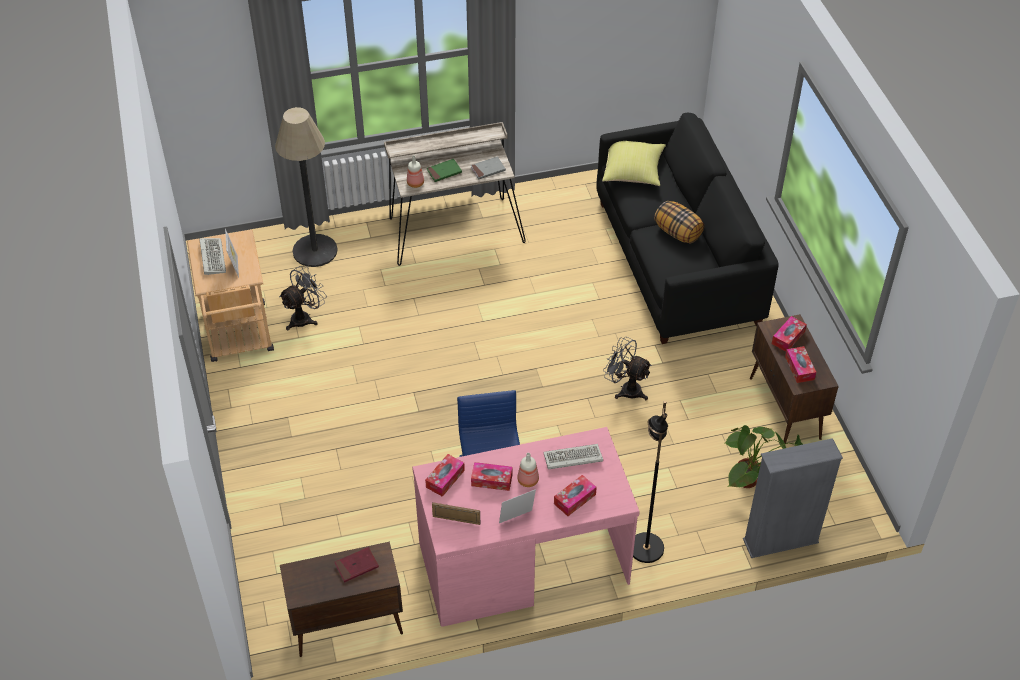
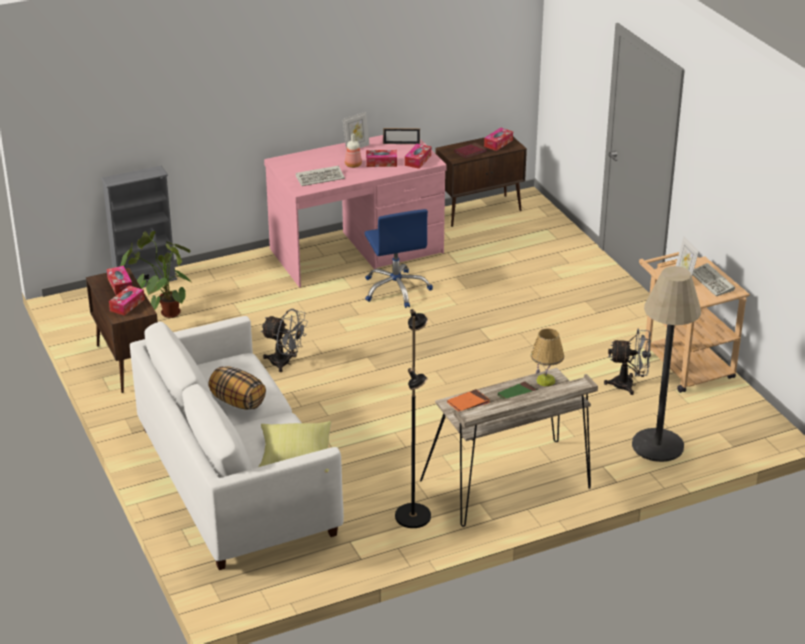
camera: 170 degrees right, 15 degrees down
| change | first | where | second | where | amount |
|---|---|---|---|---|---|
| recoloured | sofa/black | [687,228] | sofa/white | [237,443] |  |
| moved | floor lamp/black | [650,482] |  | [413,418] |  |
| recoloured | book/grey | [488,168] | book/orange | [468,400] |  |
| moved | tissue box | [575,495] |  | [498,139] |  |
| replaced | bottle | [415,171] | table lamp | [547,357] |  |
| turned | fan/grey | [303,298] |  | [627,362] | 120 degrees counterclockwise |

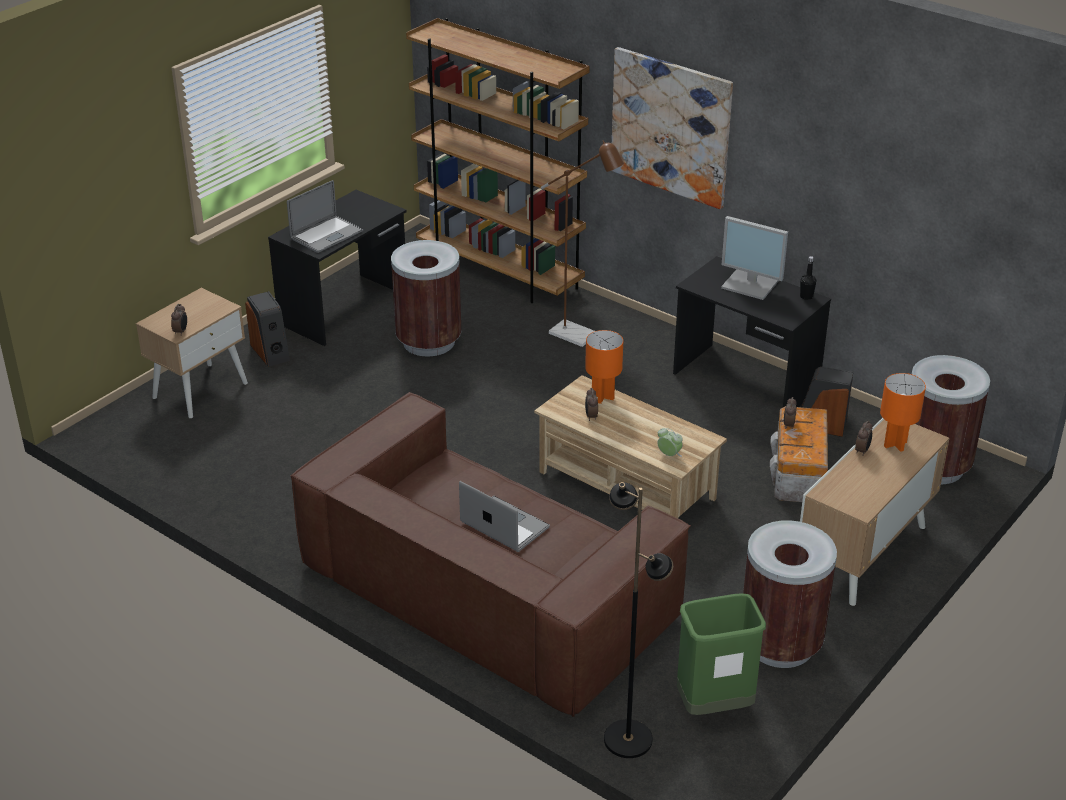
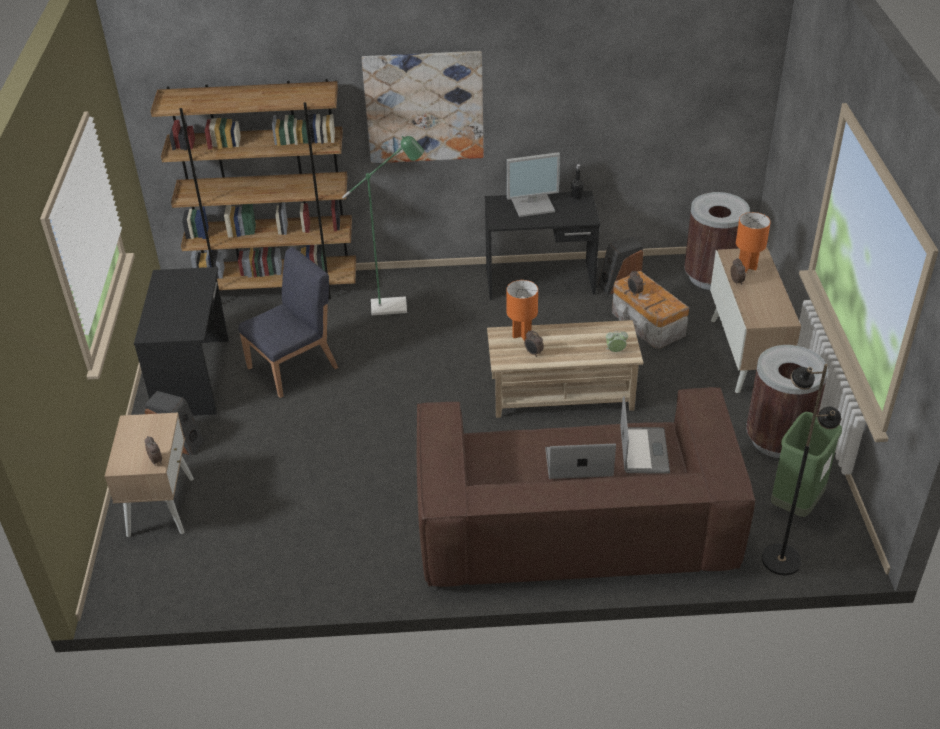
camera: 40 degrees left, 5 degrees up
| change | first | where | second | where | amount |
|---|---|---|---|---|---|
| replaced | trash can/brown | [426,298] | chair/blue | [288,322] |  |
| recoloured | floor lamp/brown | [582,243] | floor lamp/green | [383,225] |  |
| moved | laptop | [325,216] |  | [645,435] |  |

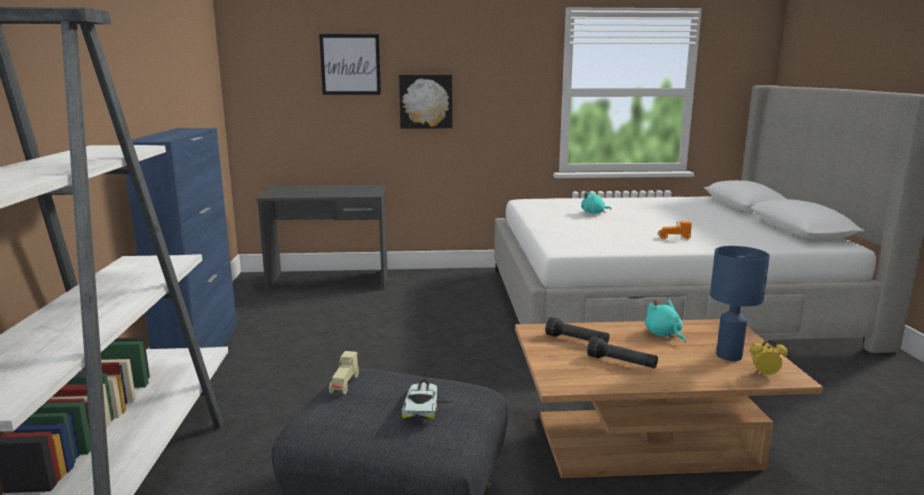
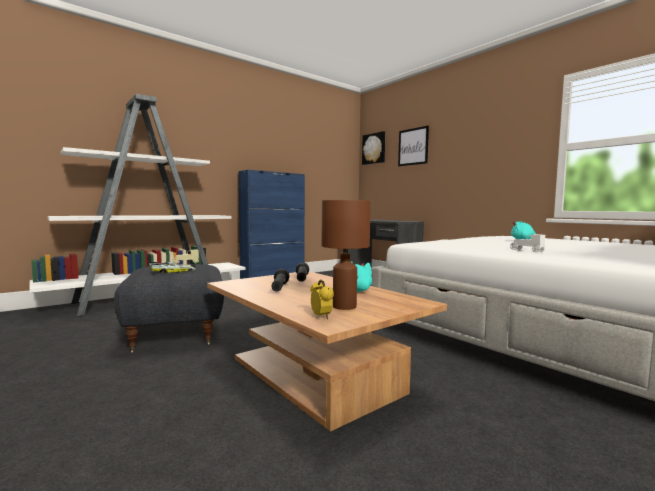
camera: 55 degrees right, 10 degrees down
| change | first | where | second | where | amount |
|---|---|---|---|---|---|
| recoloured | table lamp/blue | [740,303] | table lamp/brown | [346,255] |  |
| moved | picture | [425,102] |  | [373,148] |  |
| recoloured | toy car/orange | [675,230] | toy car/white | [527,243] |  |

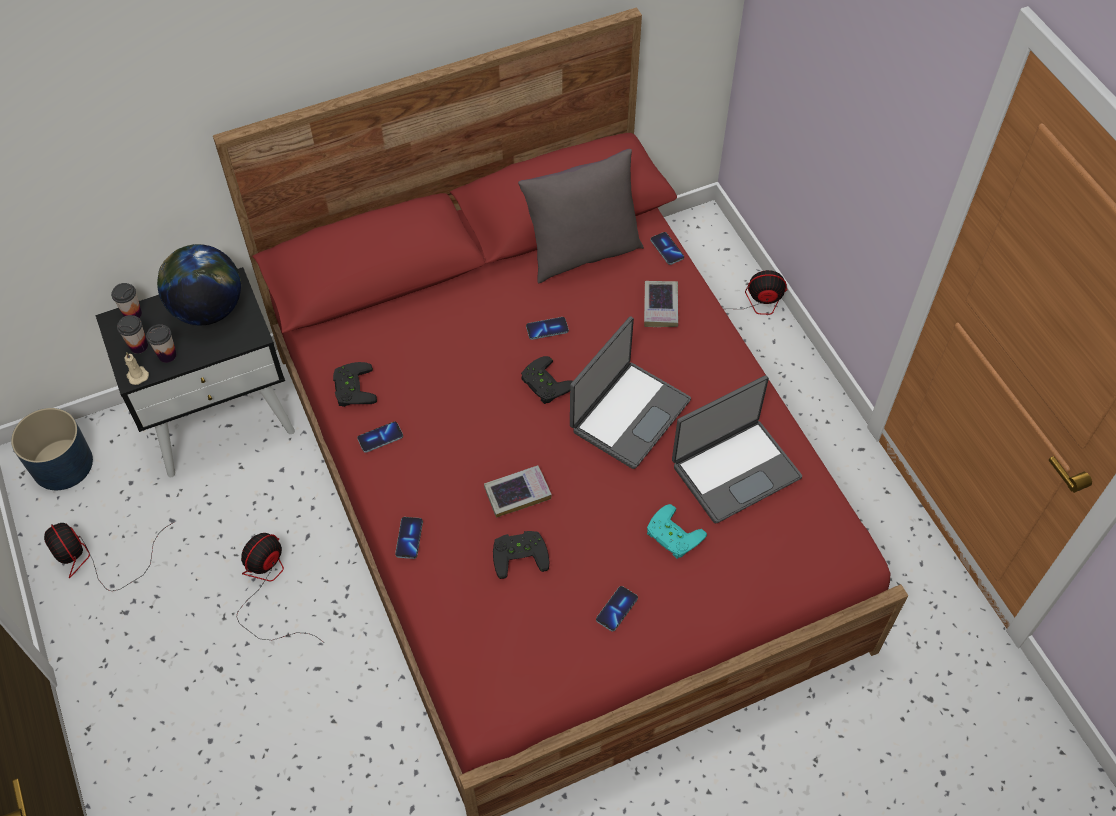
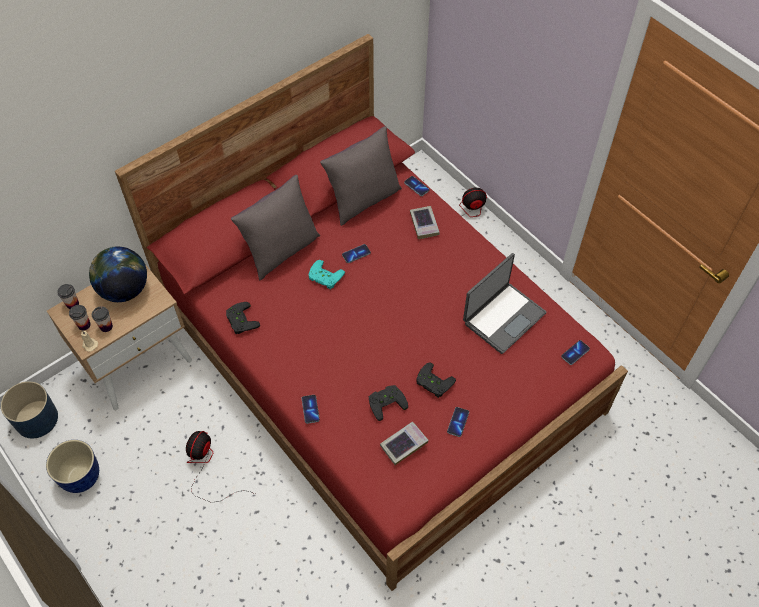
camera: 15 degrees left, 0 degrees up
| change | first | where | second | where | amount |
|---|---|---|---|---|---|
| replaced | fan | [109,556] | planter | [72,466] |  |
| recoloured | nightstand/black | [195,372] | nightstand/beige | [119,337] |  |
| added |  |  | pillow/grey | [275,228] |  |
| moved | game controller/turquoise | [677,531] |  | [326,274] |  |
| moved | book | [518,491] |  | [404,443] |  |
| moved | game controller/black | [547,380] |  | [436,380] |  |
| moved | phone | [380,437] |  | [575,352] |  |
| removed | laptop | [630,392] |  |  |  |

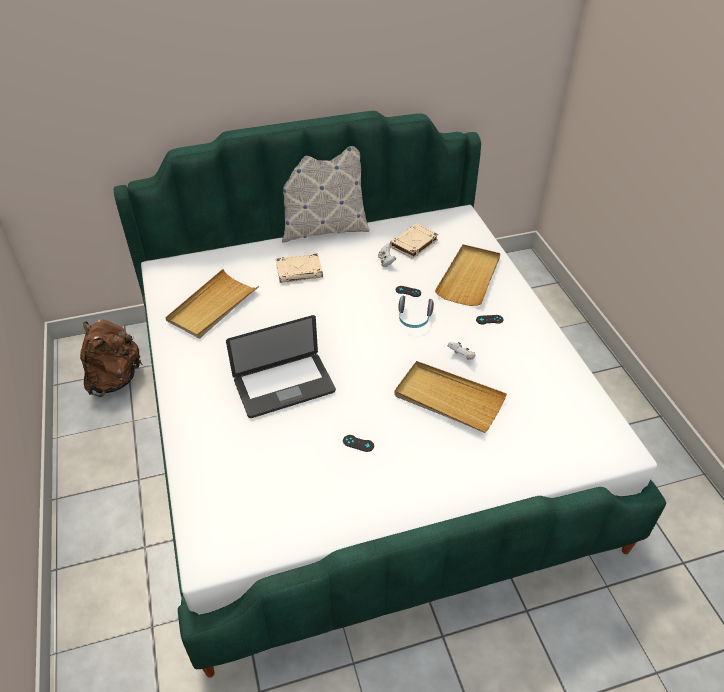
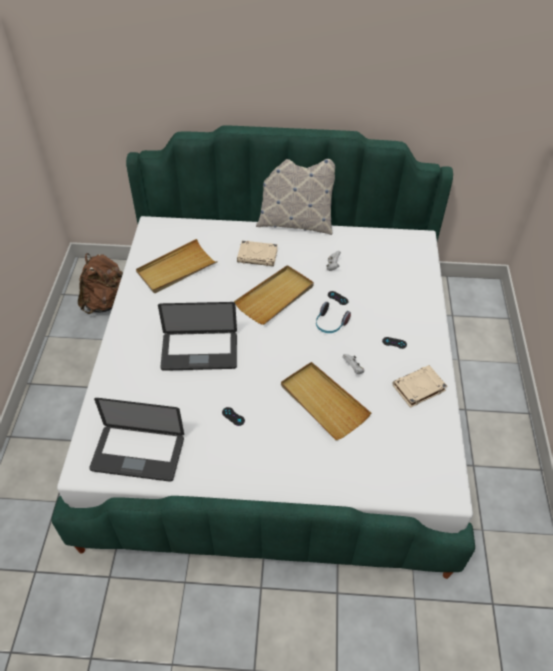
camera: 20 degrees right, 5 degrees up
| change | first | where | second | where | amount |
|---|---|---|---|---|---|
| added |  |  | laptop | [136,440] |  |
| moved | tray/beige | [467,275] |  | [274,295] |  |
| moved | book/beige | [414,241] |  | [419,386] |  |

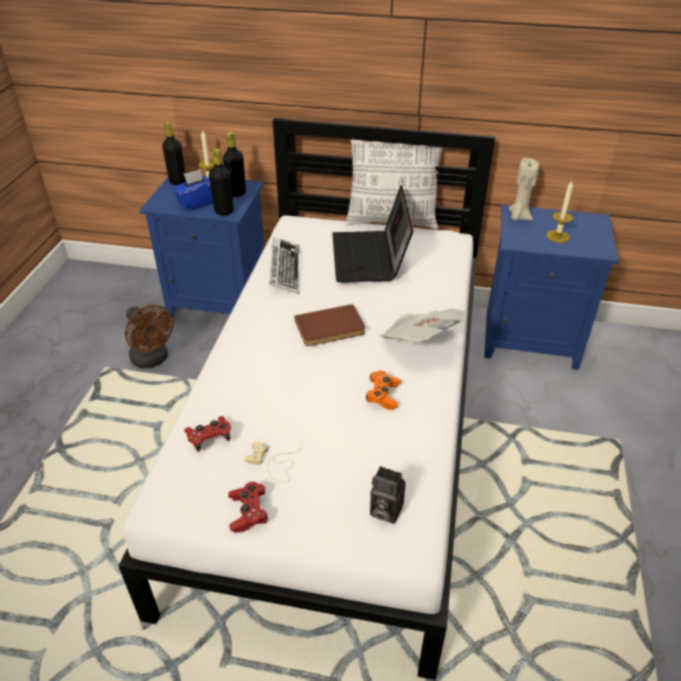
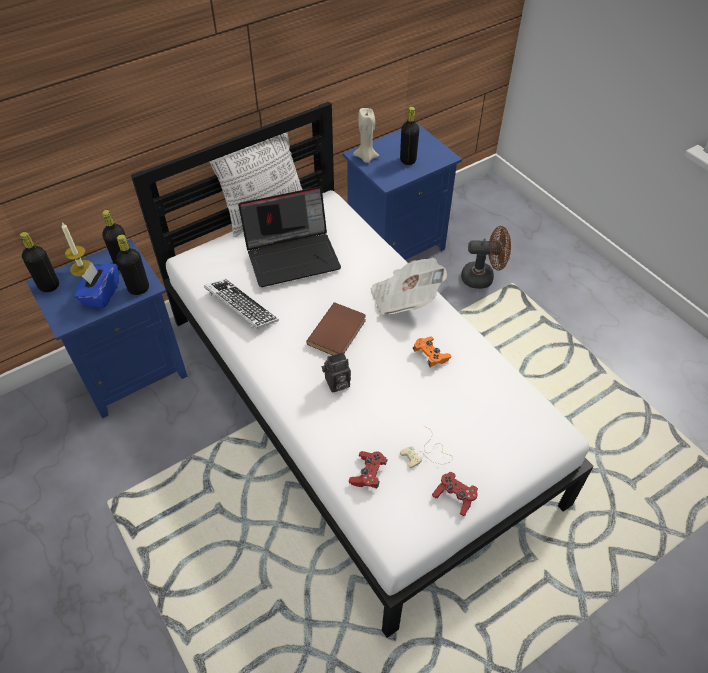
camera: 45 degrees left, 10 degrees up
| change | first | where | second | where | amount |
|---|---|---|---|---|---|
| turned | laptop | [372,233] |  | [289,237] | 60 degrees counterclockwise |
| moved | photo camera | [388,495] |  | [336,372] |  |
| replaced | candle | [559,212] | bottle/black | [409,136] |  |
| moved | fan/brown | [149,337] |  | [486,257] |  |

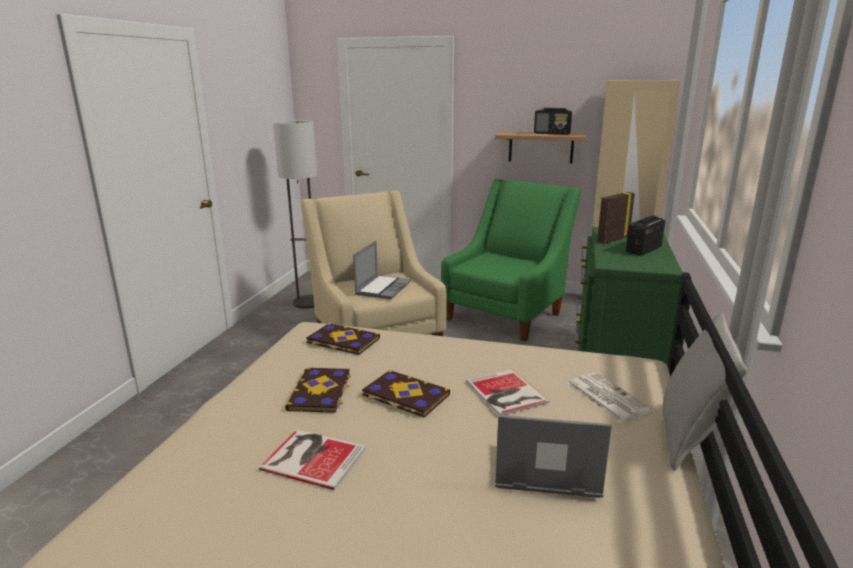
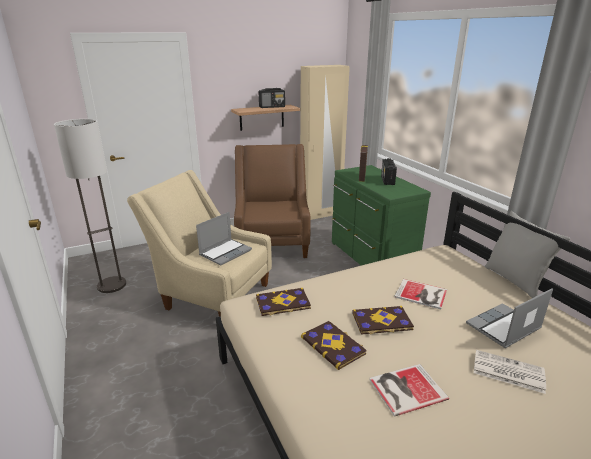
camera: 40 degrees left, 5 degrees up
| change | first | where | second | where | amount |
|---|---|---|---|---|---|
| turned | laptop | [382,270] |  | [224,238] | 60 degrees clockwise |
| recoloured | armchair/green | [511,260] | armchair/brown | [272,201] |  |
| moved | newspaper | [609,398] |  | [510,372] |  |

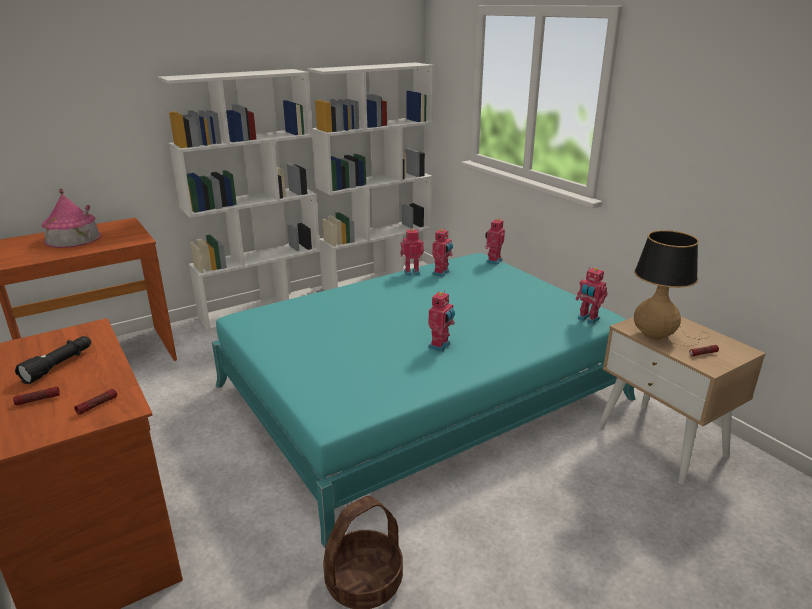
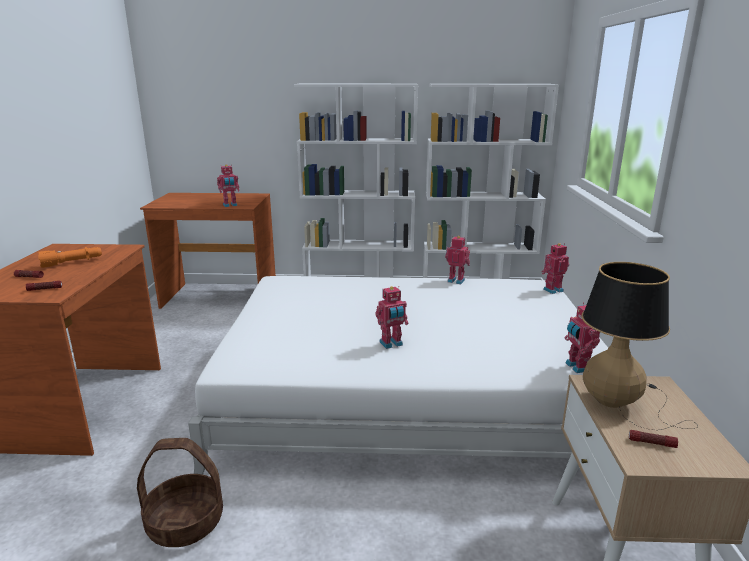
camera: 35 degrees right, 5 degrees down
| change | first | where | second | where | amount |
|---|---|---|---|---|---|
| recoloured | flashlight/black | [53,360] | flashlight/orange | [70,257] |  |
| recoloured | bed/turquoise | [423,400] | bed/white | [398,375] |  |
| moved | toy robot | [442,252] |  | [228,185] |  |
| removed | toy house | [71,218] |  |  |  |

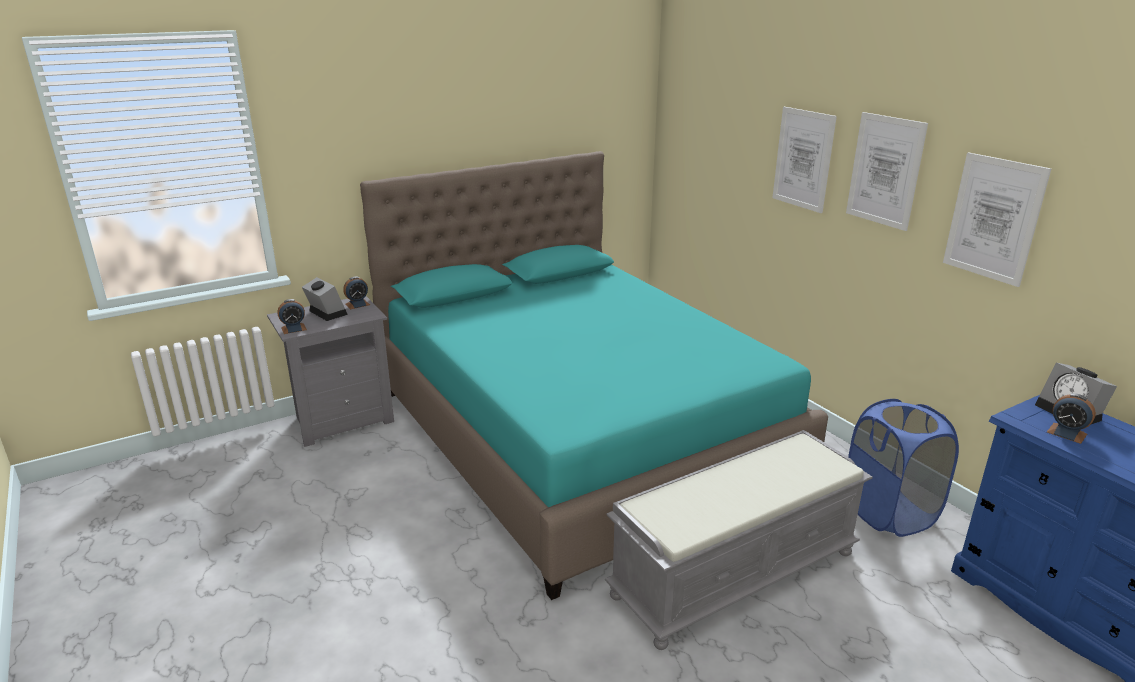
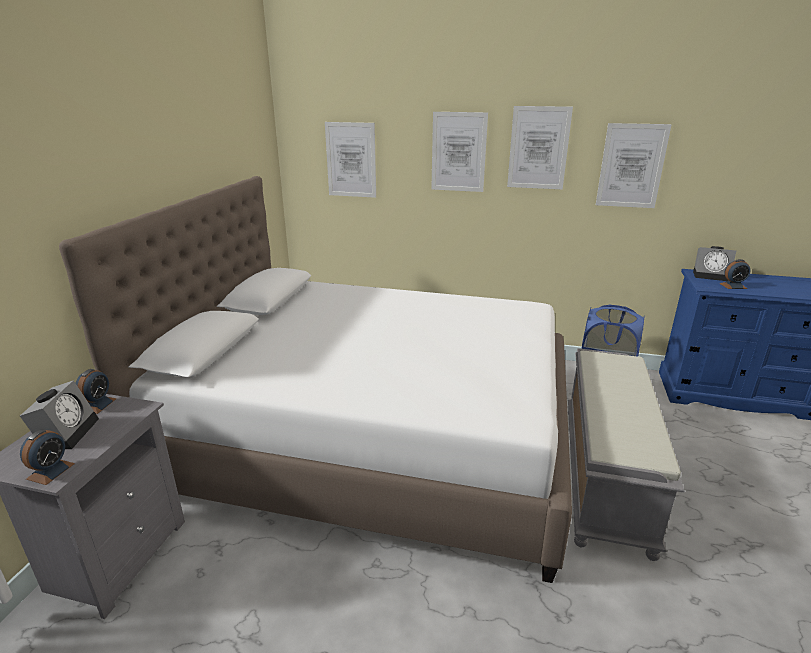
camera: 45 degrees left, 0 degrees up
| change | first | where | second | where | amount |
|---|---|---|---|---|---|
| turned | alarm clock | [325,299] |  | [59,414] | 90 degrees clockwise |
| recoloured | bed/turquoise | [594,375] | bed/white | [315,379] |  |
| added |  |  | picture | [350,160] |  |

